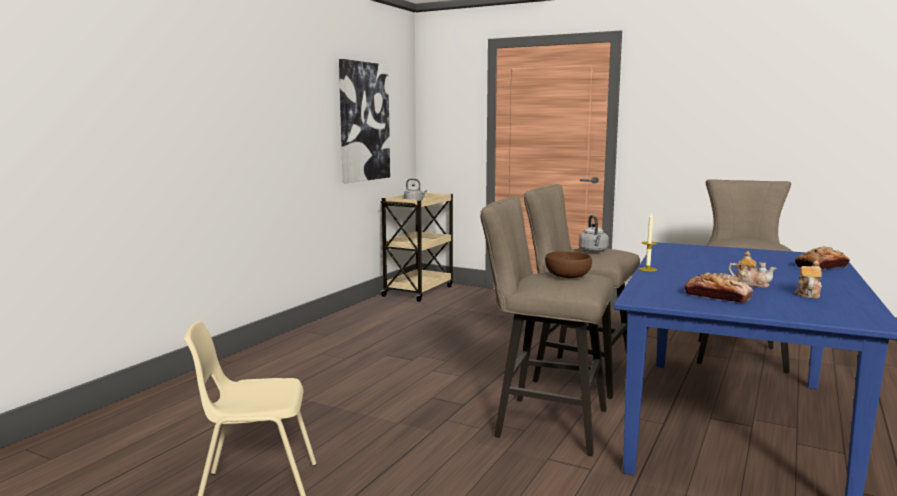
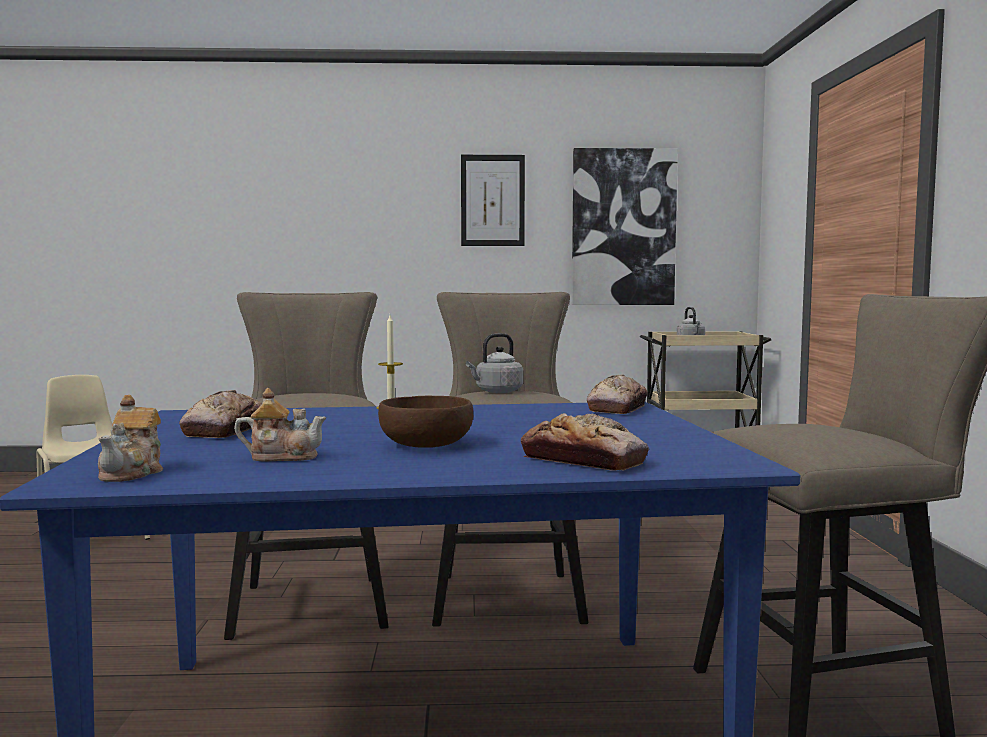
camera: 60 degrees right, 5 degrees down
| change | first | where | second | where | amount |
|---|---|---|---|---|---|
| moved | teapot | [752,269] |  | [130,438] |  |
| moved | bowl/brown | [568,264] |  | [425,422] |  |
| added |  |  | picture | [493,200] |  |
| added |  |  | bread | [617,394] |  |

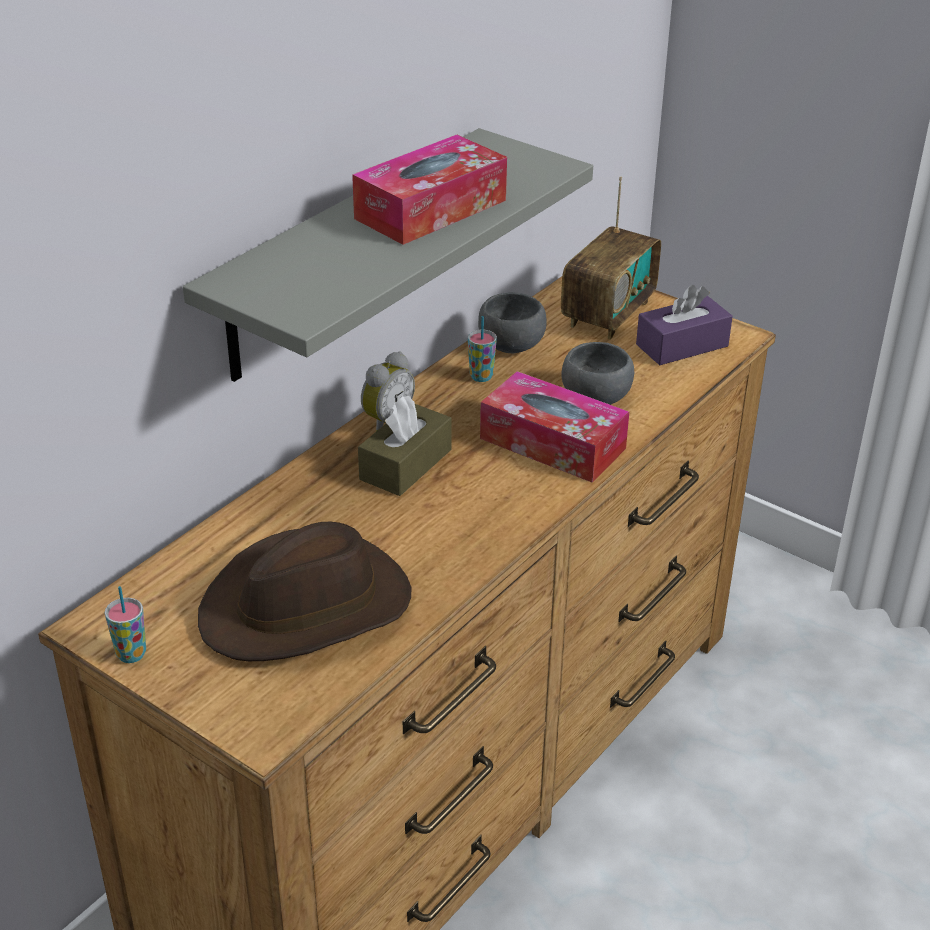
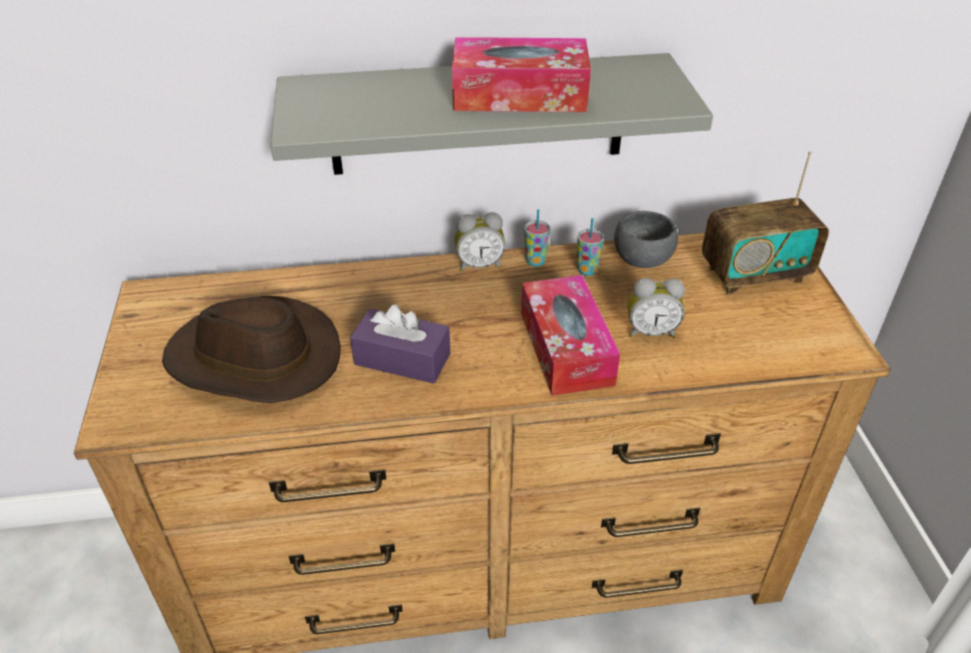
camera: 45 degrees right, 5 degrees up
| change | first | where | second | where | amount |
|---|---|---|---|---|---|
| moved | tissue box/purple | [684,325] |  | [400,344] |  |
| moved | cup | [125,624] |  | [537,238] |  |
| replaced | bowl/grey | [597,373] | alarm clock | [656,308] |  |
| removed | tissue box/brown | [405,446] |  |  |  |

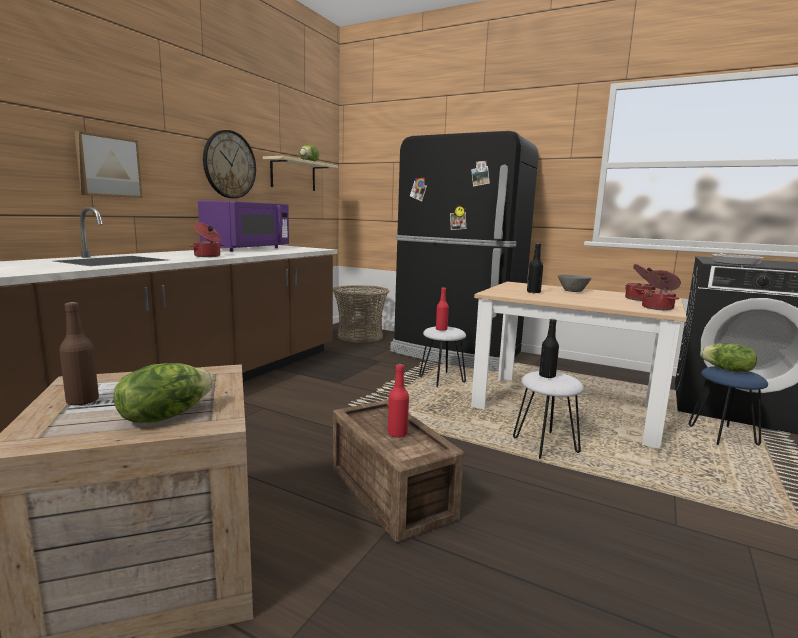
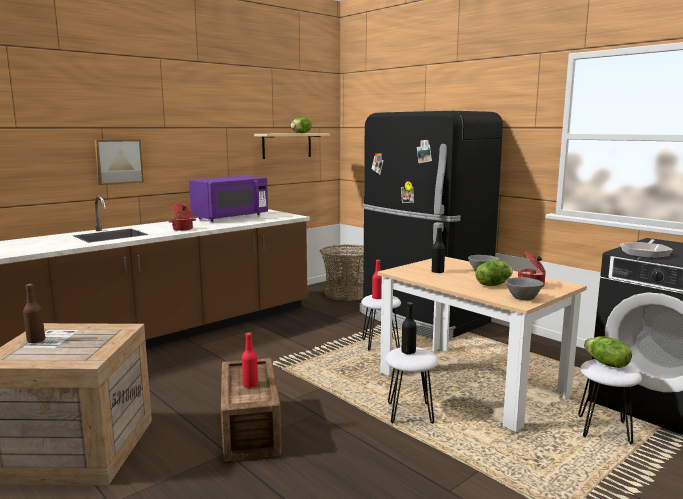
camera: 20 degrees right, 0 degrees up
| change | first | where | second | where | amount |
|---|---|---|---|---|---|
| moved | lettuce | [163,393] |  | [494,273] |  |
| replaced | cooking pot | [661,290] | bowl/grey | [524,288] |  |
| recoloured | stool/blue | [728,406] | stool/white | [610,401] |  |
| removed | wall clock | [229,164] |  |  |  |

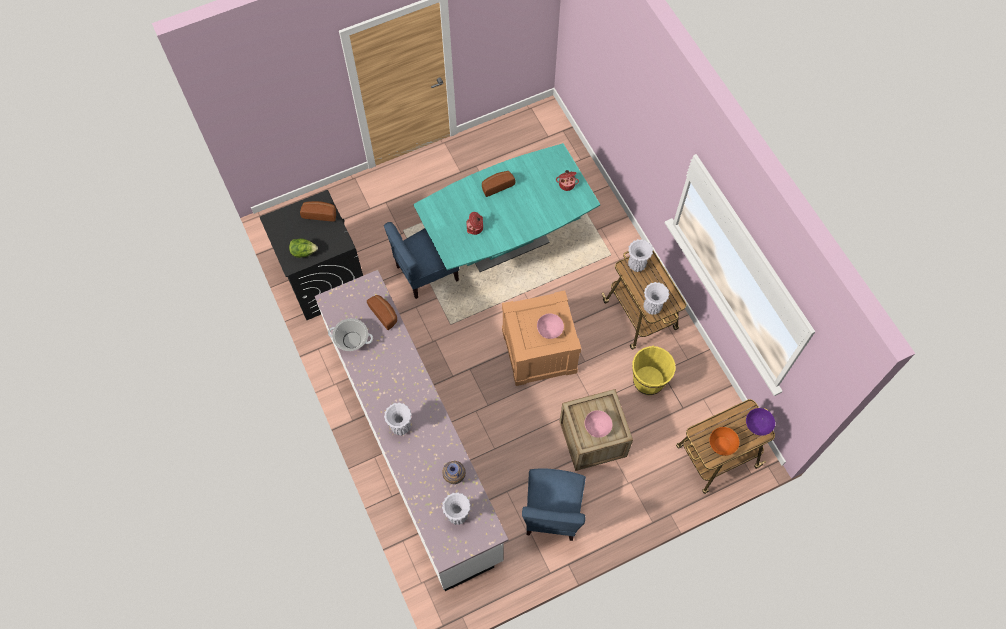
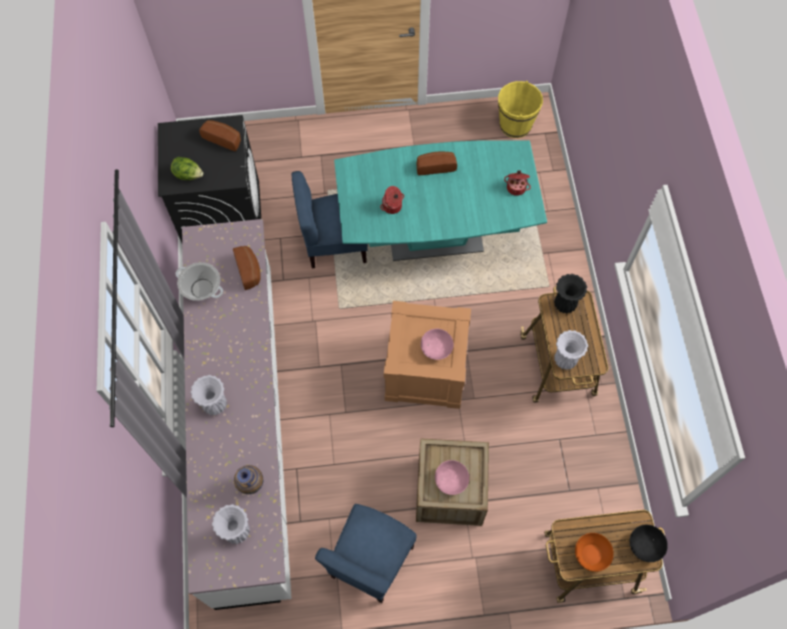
camera: 20 degrees right, 0 degrees up
| change | first | where | second | where | amount |
|---|---|---|---|---|---|
| moved | bucket/yellow | [654,370] |  | [520,109] |  |
| recoloured | vase/white | [640,255] | vase/black | [570,293] |  |
| recoloured | bowl/purple | [760,422] | bowl/black | [649,543] |  |

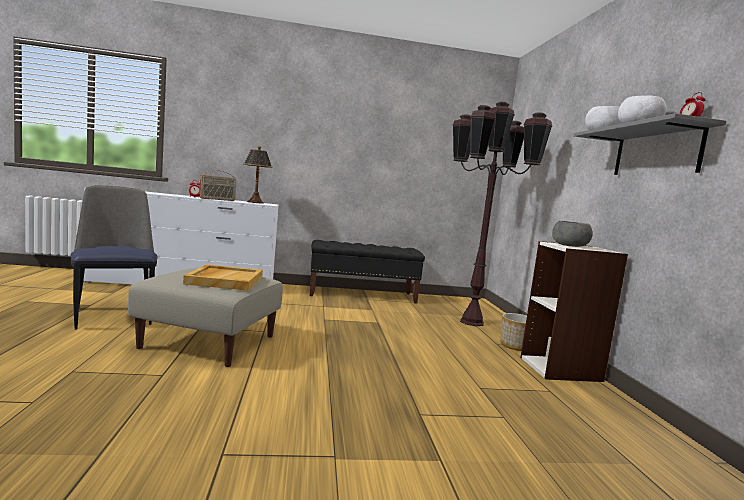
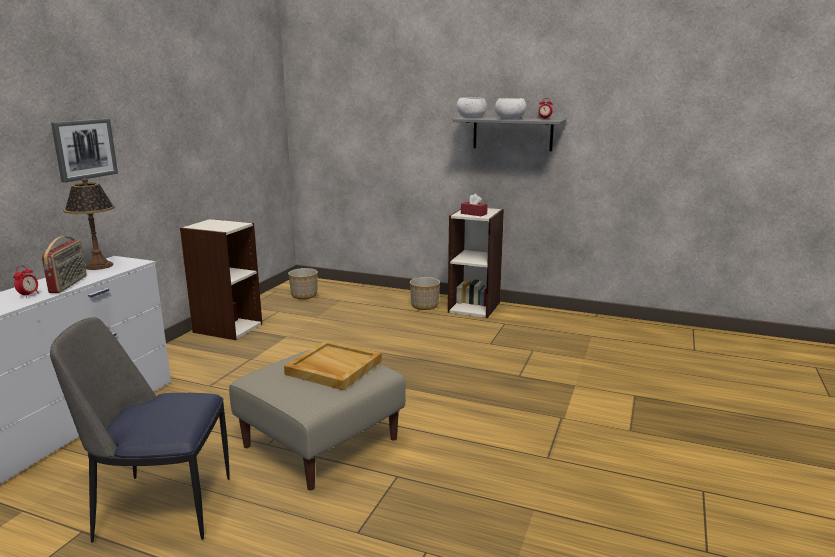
camera: 60 degrees left, 10 degrees up
| change | first | where | second | where | amount |
|---|---|---|---|---|---|
| added |  |  | picture | [84,151] |  |
| replaced | bench/black | [367,272] | bookcase | [221,279] |  |
| added |  |  | planter | [303,283] |  |
| replaced | bowl/grey | [572,234] | tissue box/red | [474,205] |  |
| removed | floor lamp/brown | [502,214] |  |  |  |

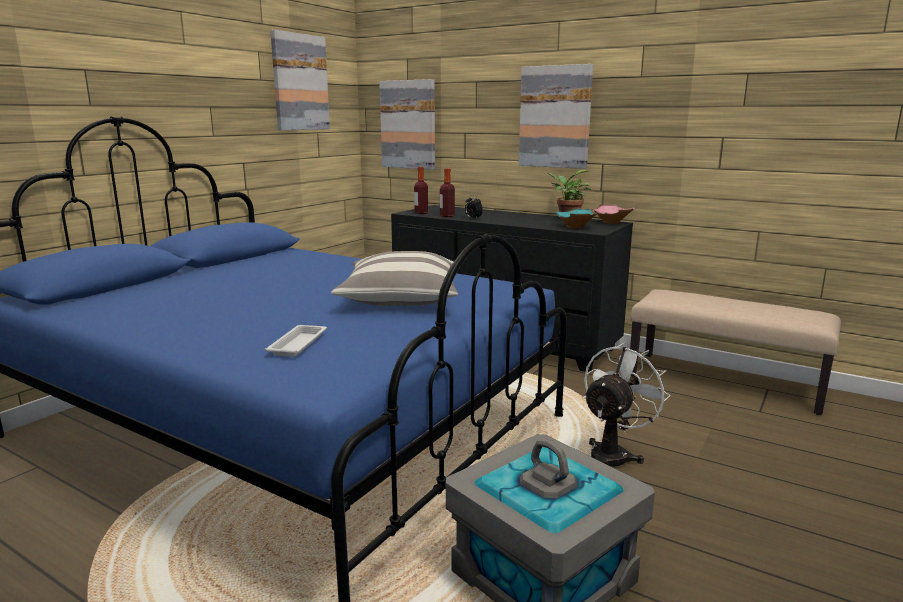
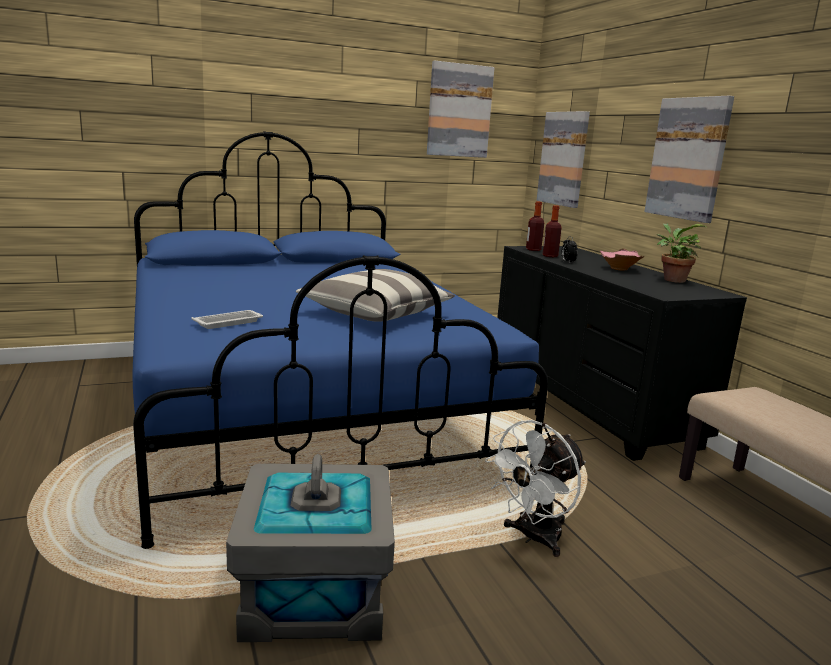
camera: 35 degrees right, 0 degrees up
| change | first | where | second | where | amount |
|---|---|---|---|---|---|
| turned | fan/white | [626,404] |  | [535,488] | 150 degrees clockwise |
| moved | bowl/pink | [613,214] |  | [622,259] |  |
| removed | bowl/turquoise | [576,218] |  |  |  |

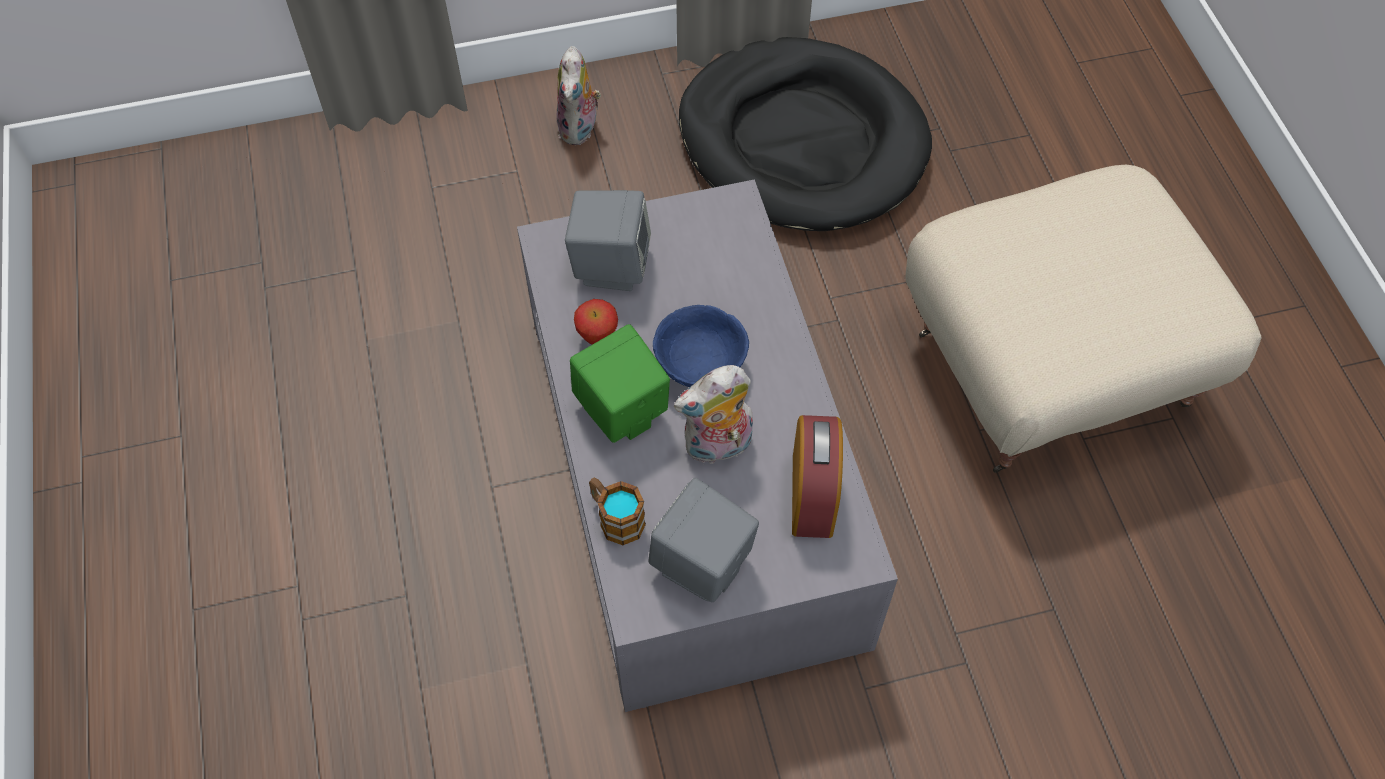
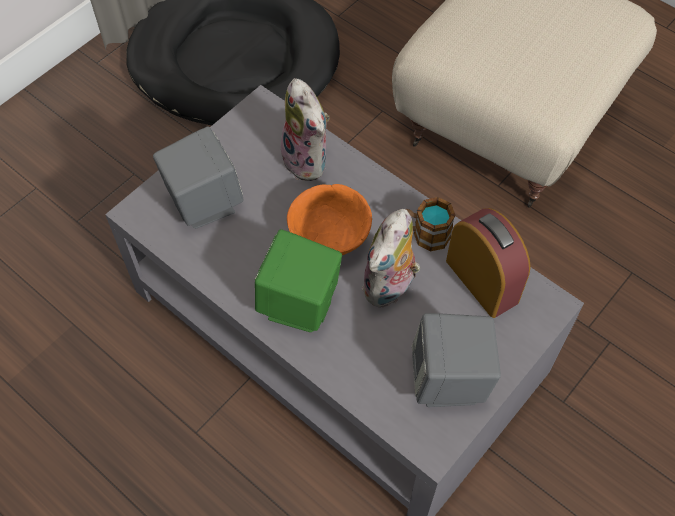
camera: 35 degrees left, 0 degrees up
| change | first | where | second | where | amount |
|---|---|---|---|---|---|
| moved | plush toy | [579,95] |  | [305,129] |  |
| recoloured | bowl/blue | [701,346] | bowl/orange | [329,219] |  |
| moved | mug | [617,511] |  | [430,224] |  |
| removed | apple | [596,322] |  |  |  |

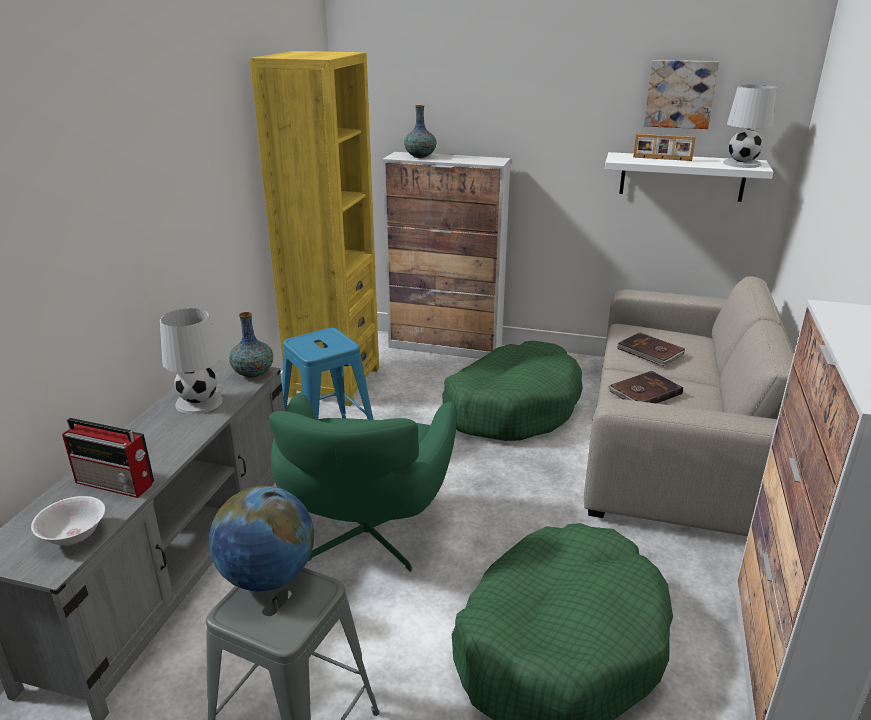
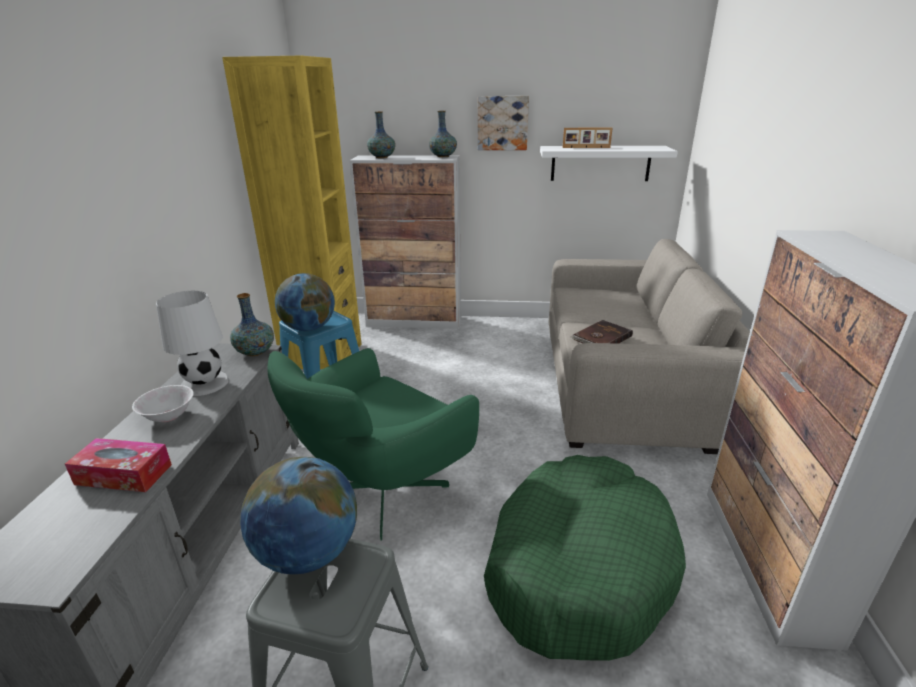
camera: 10 degrees left, 0 degrees up
| change | first | where | second | where | amount |
|---|---|---|---|---|---|
| replaced | radio | [108,458] | tissue box | [118,465] |  |
| moved | bowl/white | [68,520] |  | [163,403] |  |
| turned | armchair/green | [363,482] |  | [373,444] | 45 degrees clockwise |
| added |  |  | globe | [305,302] |  |
| added |  |  | vase | [443,134] |  |
| moved | picture | [681,94] |  | [503,123] |  |
| removed | dog bed/green | [513,391] |  |  |  |
| removed | book/brown | [651,349] |  |  |  |
| removed | table lamp/white | [749,126] |  |  |  |

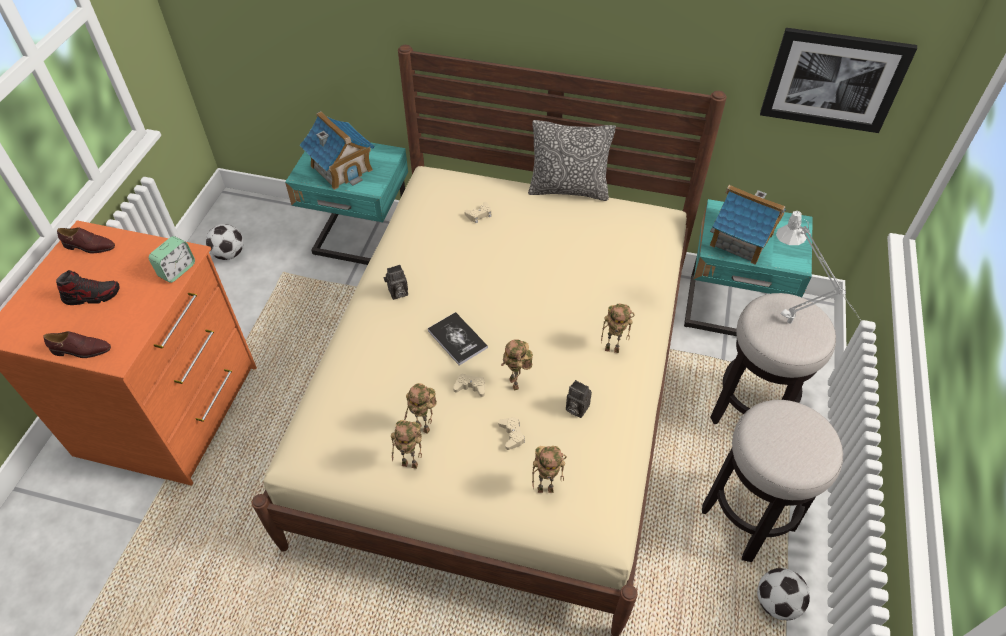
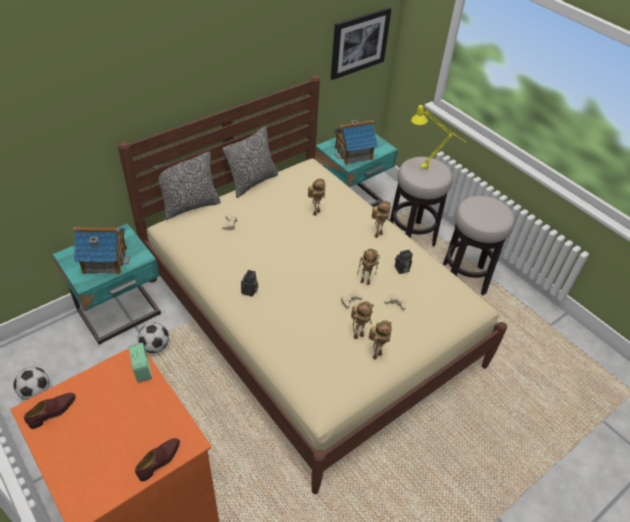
camera: 55 degrees left, 5 degrees down
| change | first | where | second | where | amount |
|---|---|---|---|---|---|
| moved | football | [783,594] |  | [153,338] |  |
| added |  |  | pillow | [187,186] |  |
| moved | toy robot | [549,469] |  | [316,197] |  |
| recoloured | table lamp/grey | [818,267] | table lamp/yellow | [438,137] |  |
| removed | shoe | [88,287] |  |  |  |
| removed | book | [458,339] |  |  |  |

